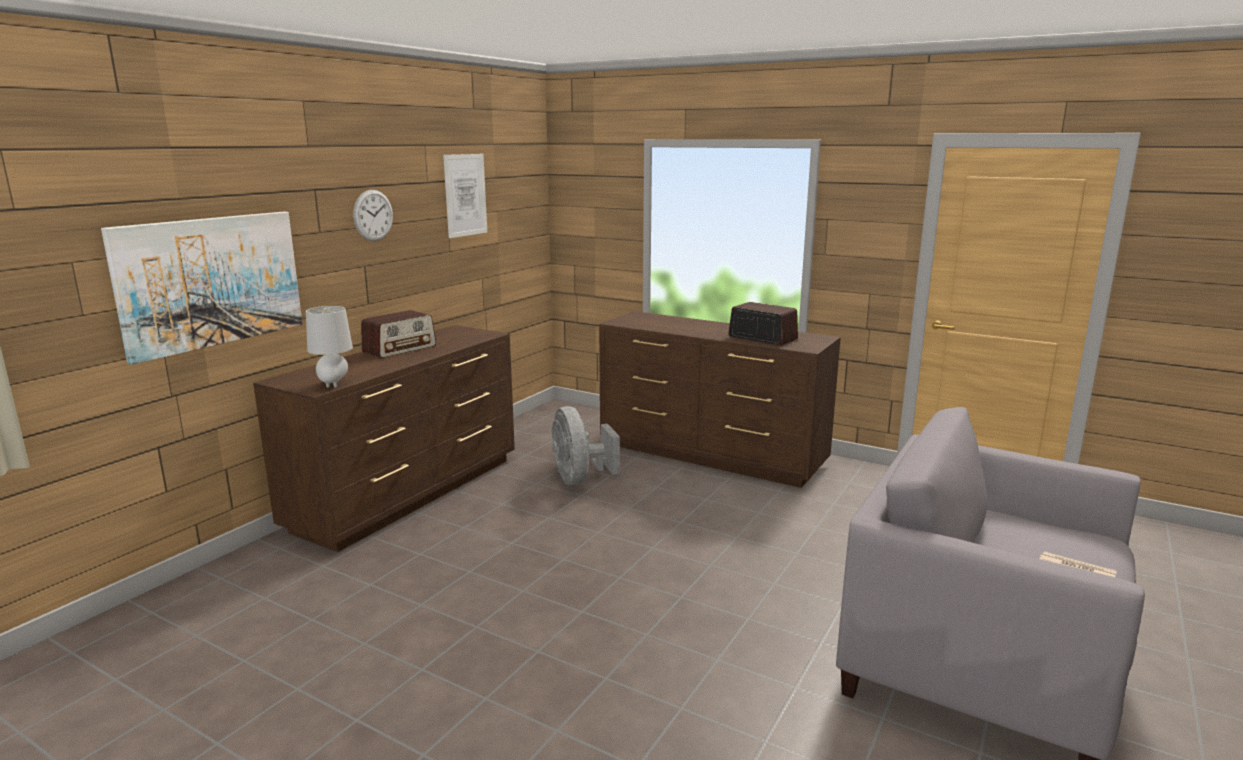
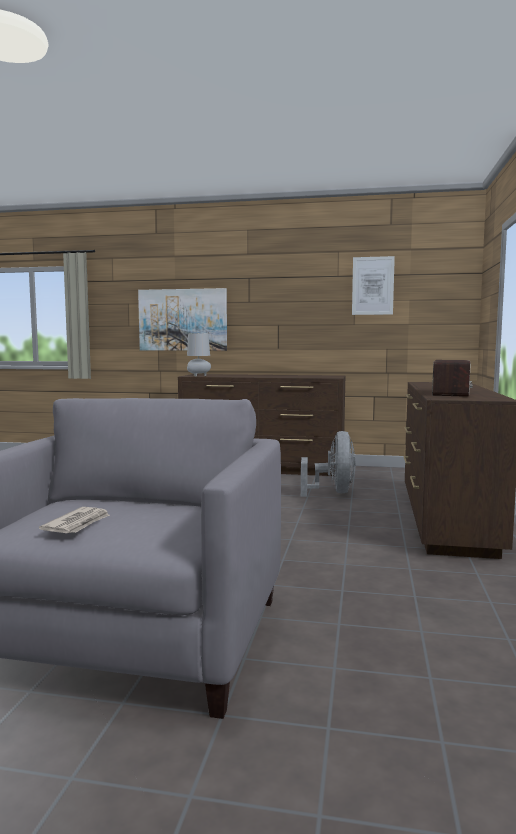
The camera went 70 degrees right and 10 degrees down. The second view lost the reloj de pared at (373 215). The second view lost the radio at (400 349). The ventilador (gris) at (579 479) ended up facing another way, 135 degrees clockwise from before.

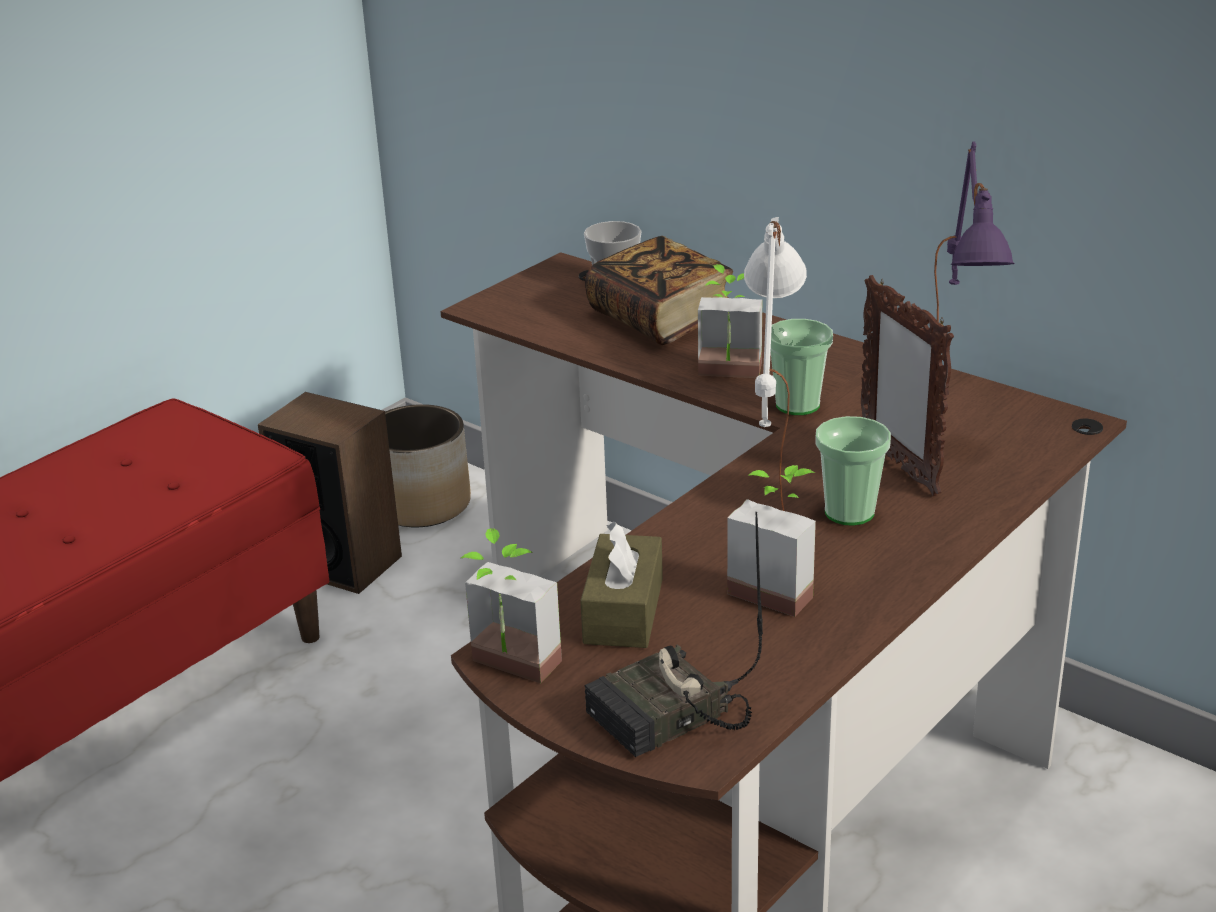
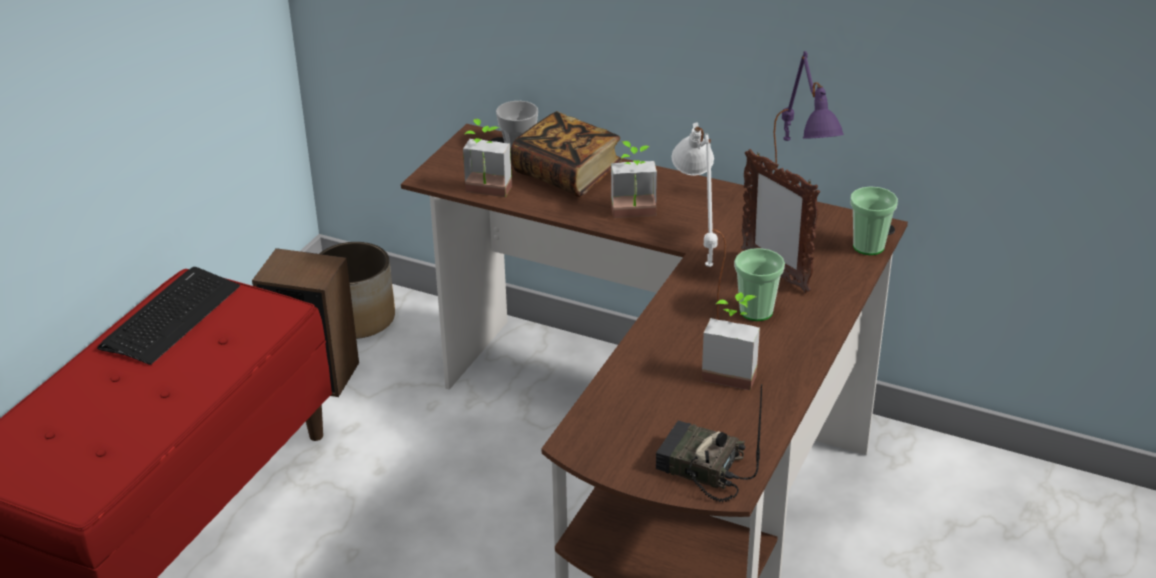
The camera went 15 degrees left and 5 degrees up. The second view lost the caja de pañuelos (marrón) at (623 611). The second view gained the teclado at (171 317). The planta en maceta ended up elsewhere, having gone from (507 670) to (486 194). The taza ended up elsewhere, having gone from (797 405) to (868 246). The radio at (668 718) ended up facing another way, 75 degrees clockwise from before.

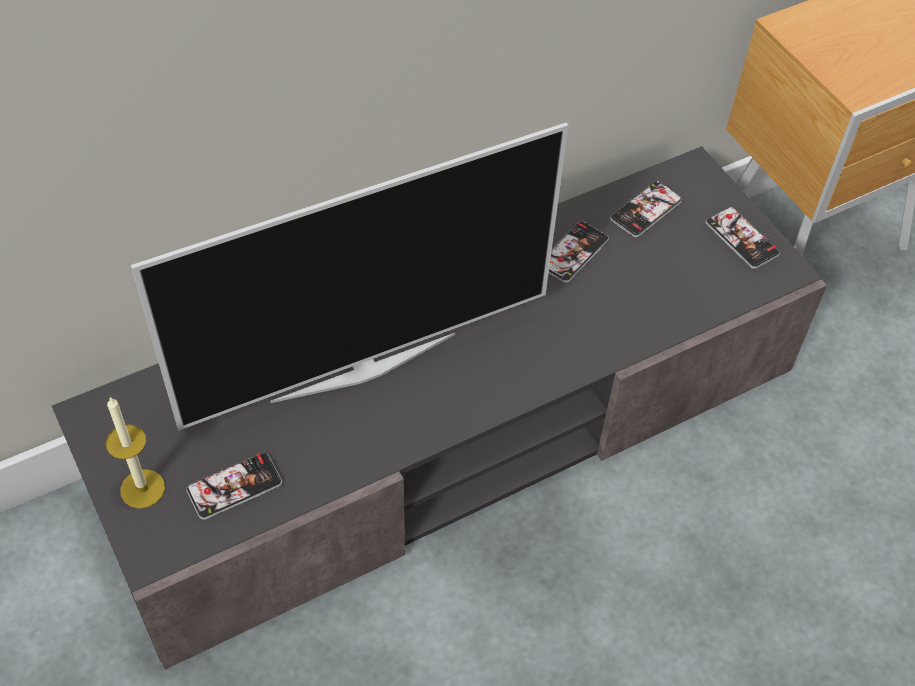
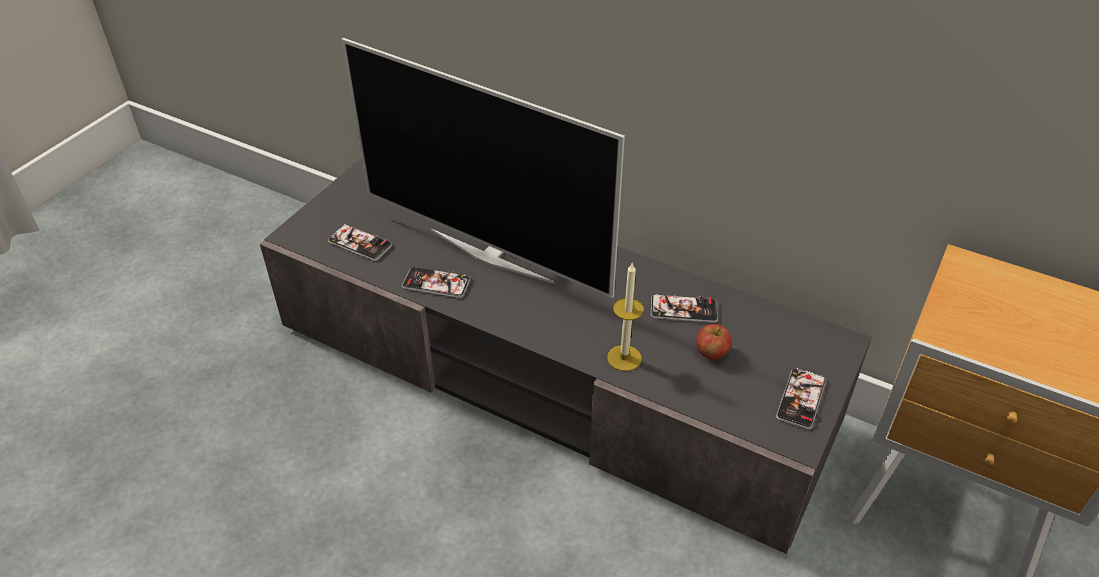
The camera went 60 degrees right and 10 degrees down. The second view gained the manzana at (711 353). The vela ended up elsewhere, having gone from (142 488) to (624 358). The móvil ended up elsewhere, having gone from (646 210) to (436 283).

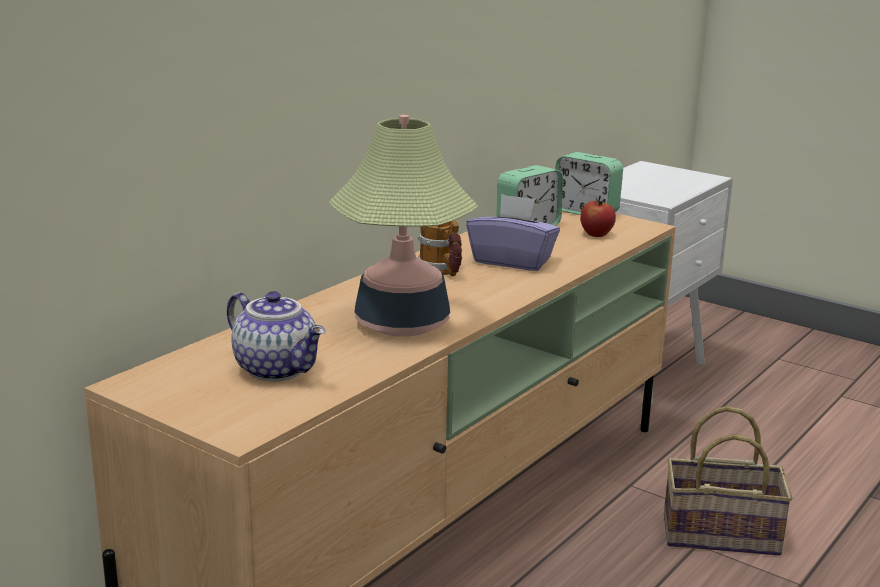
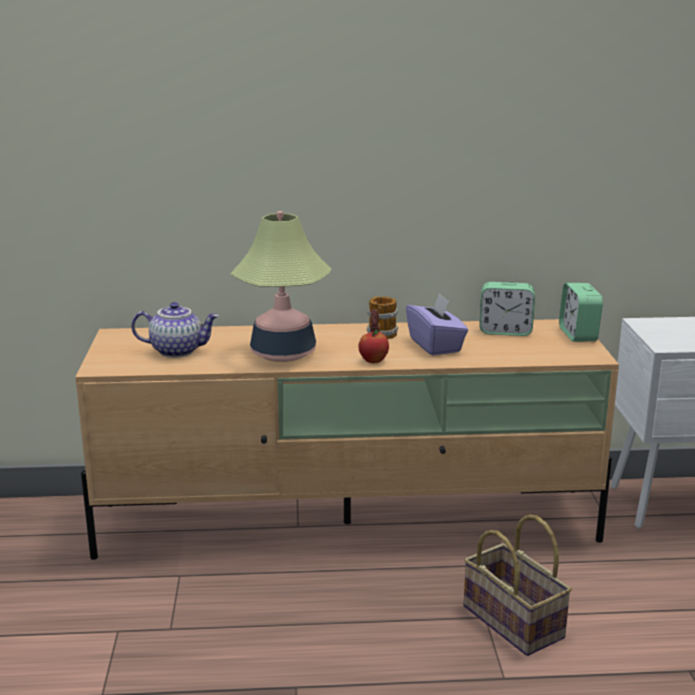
The camera went 50 degrees right and 0 degrees up. The manzana ended up elsewhere, having gone from (596 234) to (373 361). The tetera at (278 369) ended up facing another way, 90 degrees counterclockwise from before.

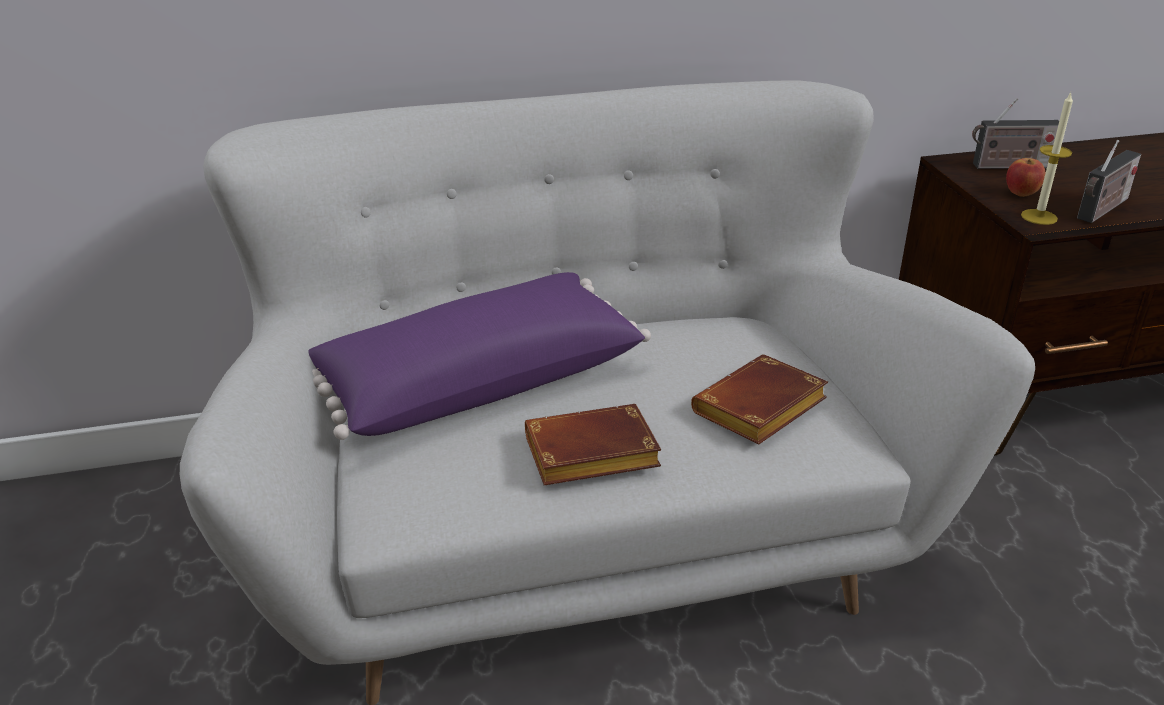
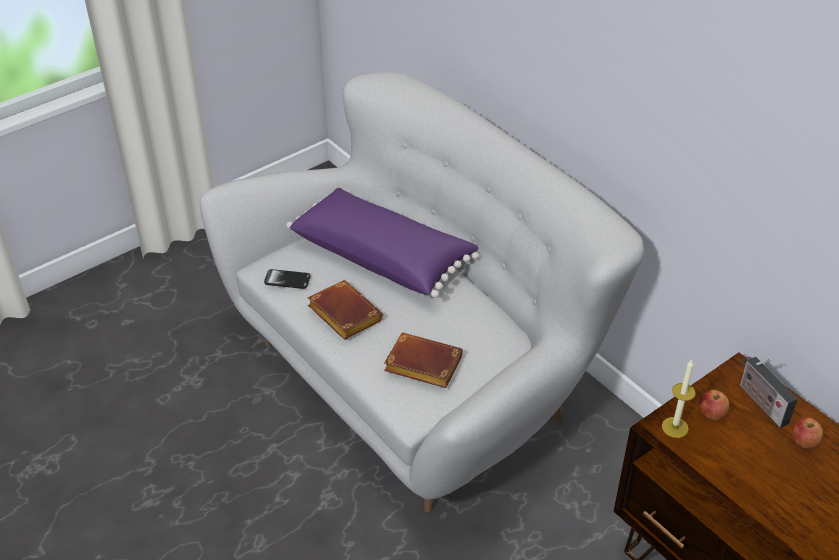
The camera went 65 degrees right and 10 degrees up. The second view lost the radio at (1102 210). The second view gained the móvil at (287 280). The second view gained the manzana at (803 442).

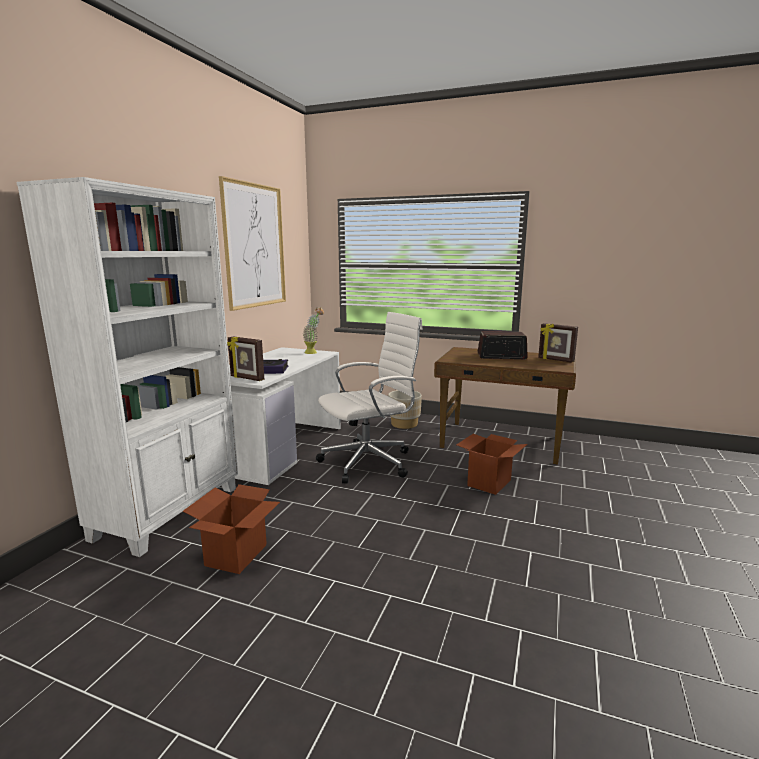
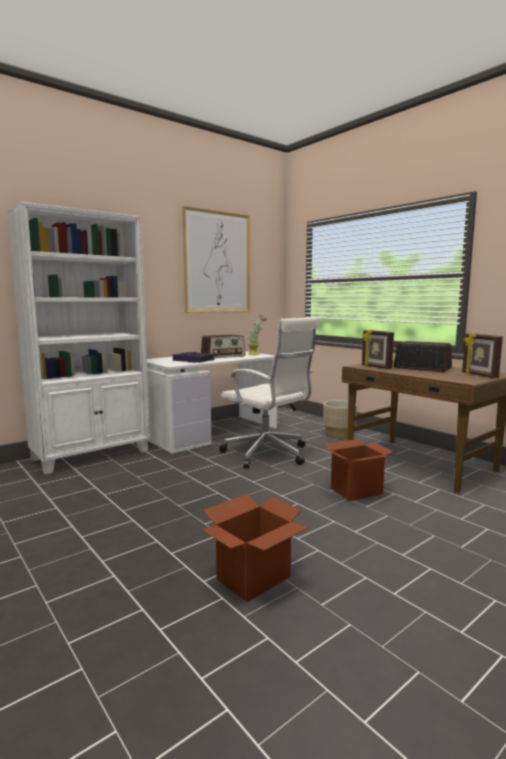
The camera went 30 degrees right and 5 degrees down. The second view gained the radio at (223 356). The caja de cartón ended up elsewhere, having gone from (236 555) to (253 578). The portarretratos ended up elsewhere, having gone from (246 378) to (375 367). The silla de oficina (blanco) at (369 462) ended up facing another way, 45 degrees clockwise from before.

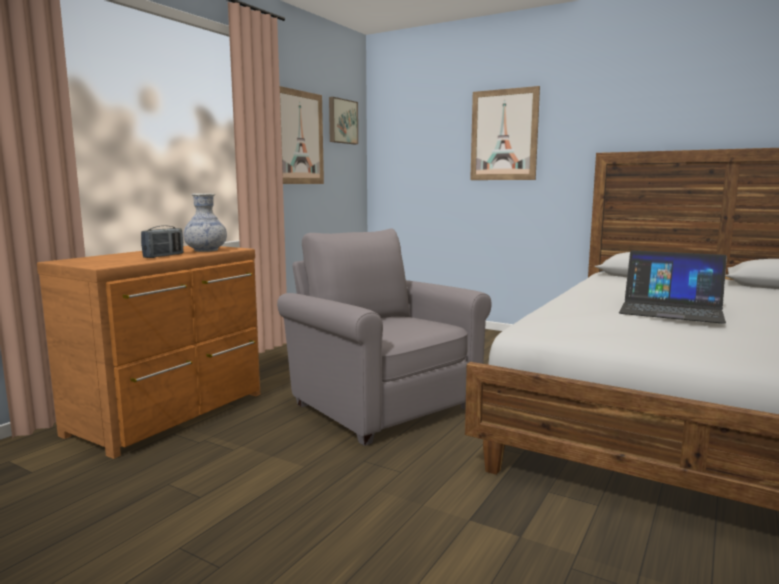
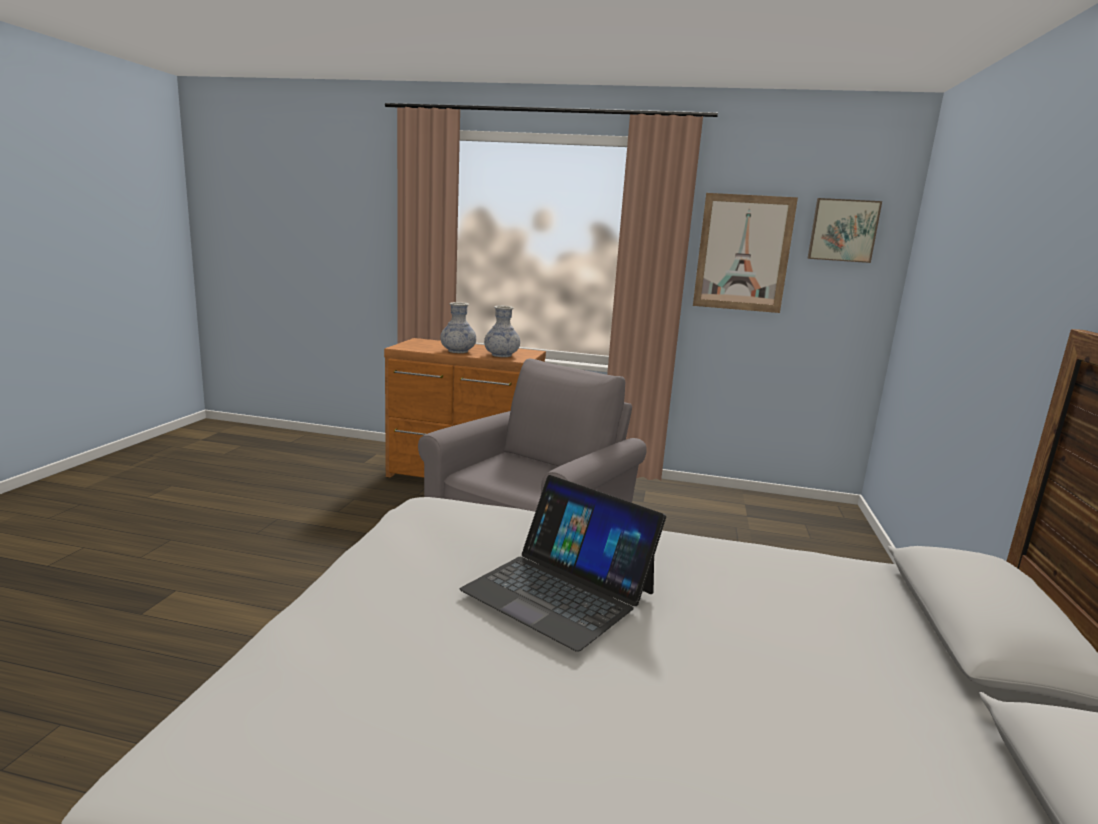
The camera went 70 degrees right and 5 degrees up. The second view lost the cuadro at (504 135). Where the radio stood at (164 256), the florero came to stand at (458 351). The portátil at (671 310) ended up facing another way, 60 degrees counterclockwise from before.

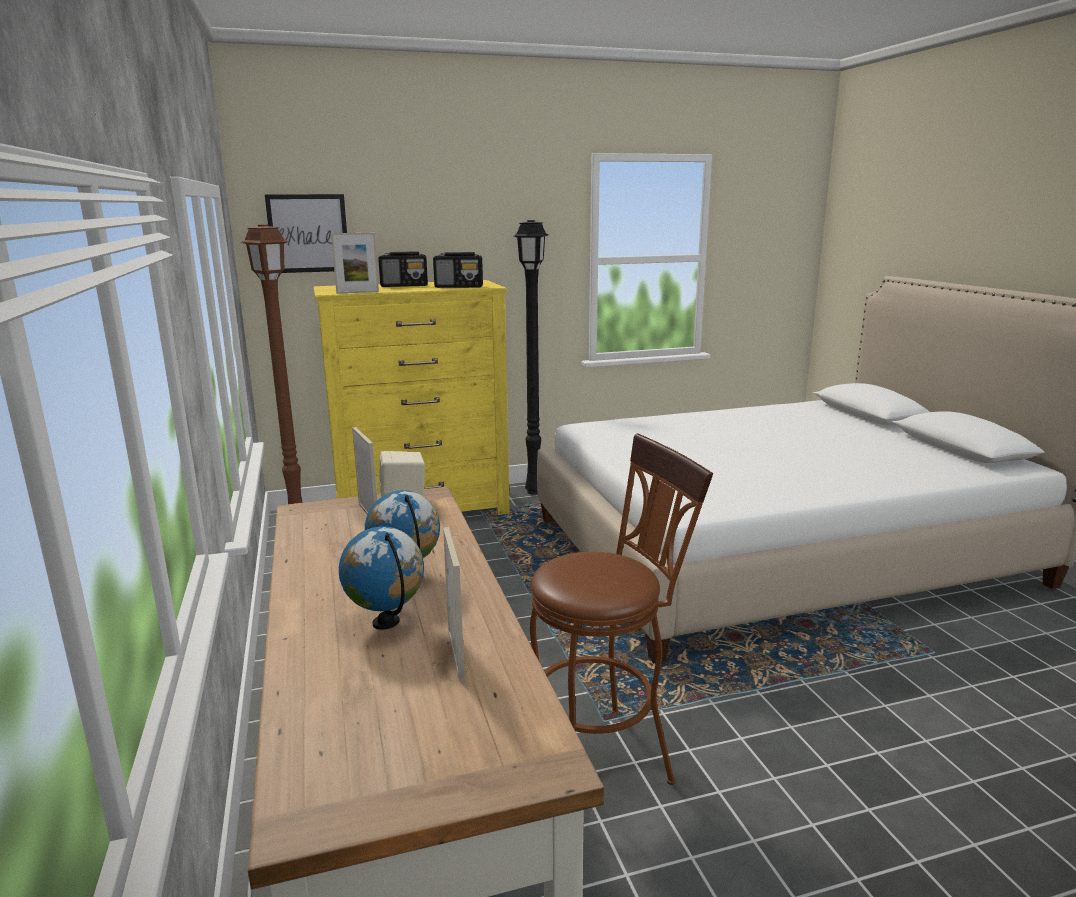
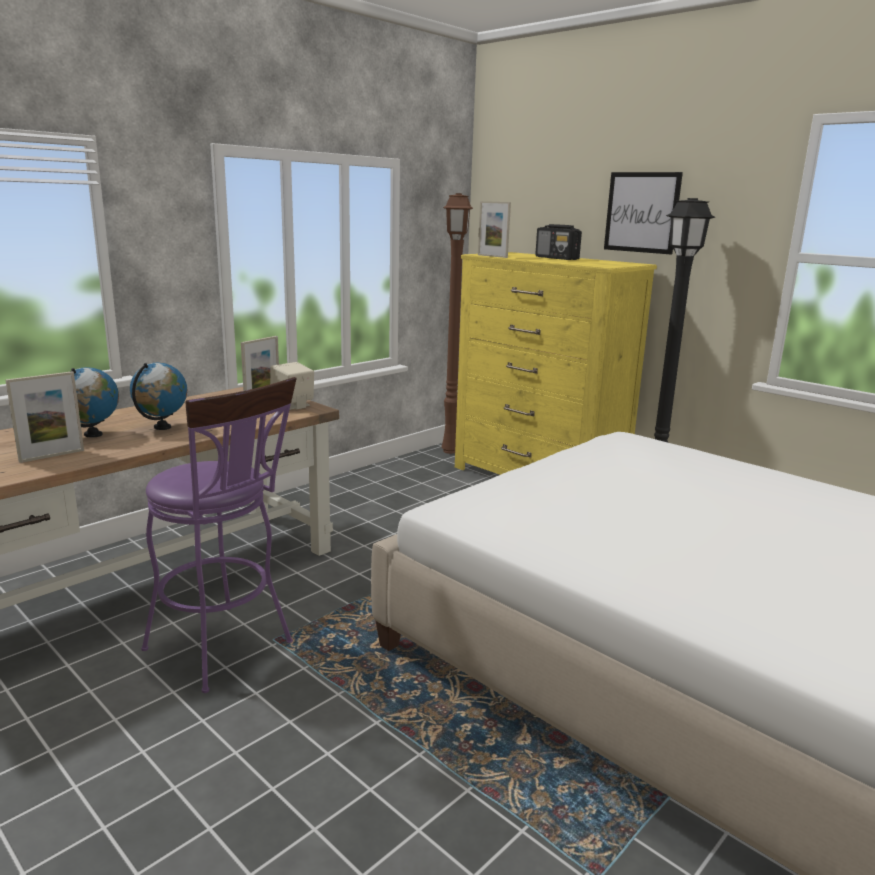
The camera went 60 degrees right and 0 degrees up. The second view lost the radio at (459 287). The cuadro ended up elsewhere, having gone from (308 233) to (641 212). What was the taburete (marrón) at (604 756) turned into the taburete (morado) at (226 650).

